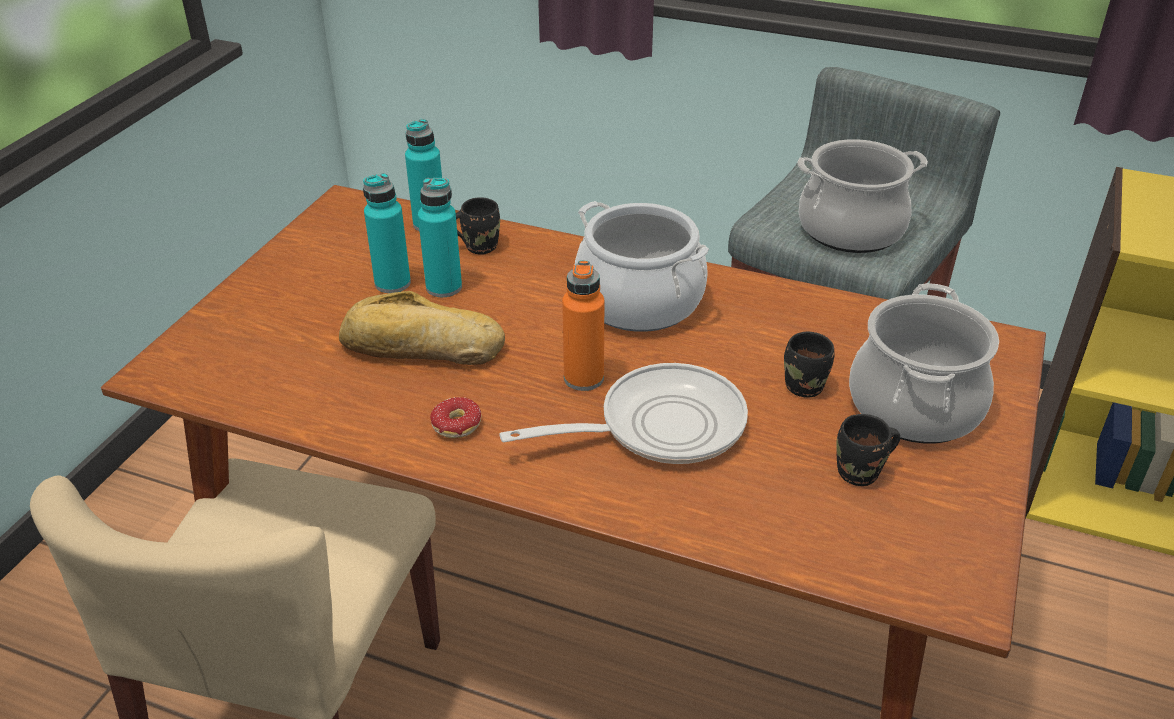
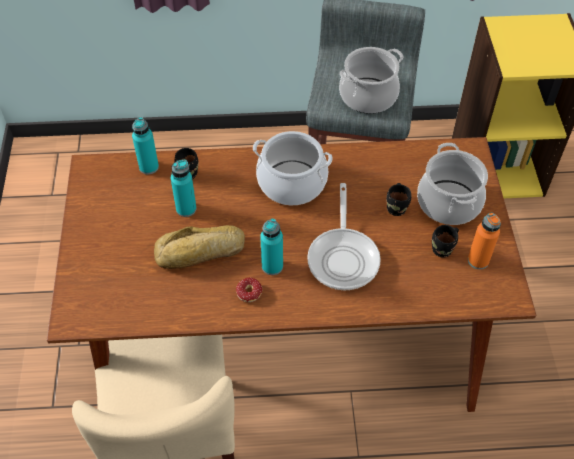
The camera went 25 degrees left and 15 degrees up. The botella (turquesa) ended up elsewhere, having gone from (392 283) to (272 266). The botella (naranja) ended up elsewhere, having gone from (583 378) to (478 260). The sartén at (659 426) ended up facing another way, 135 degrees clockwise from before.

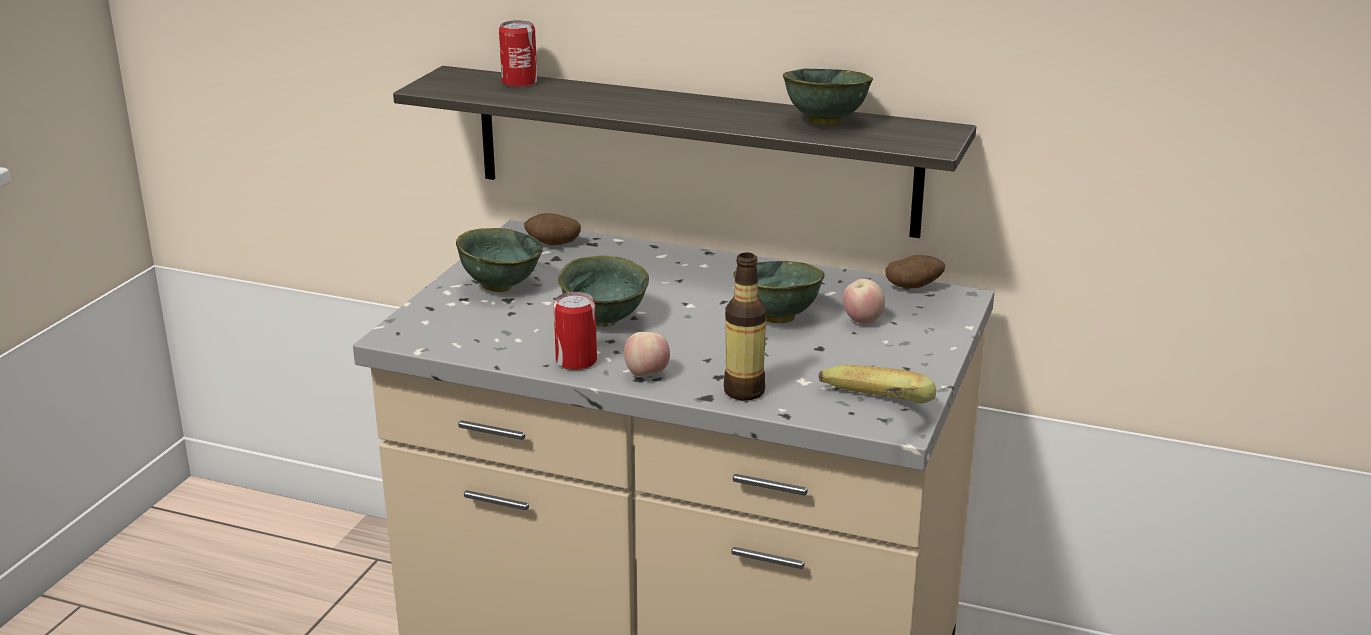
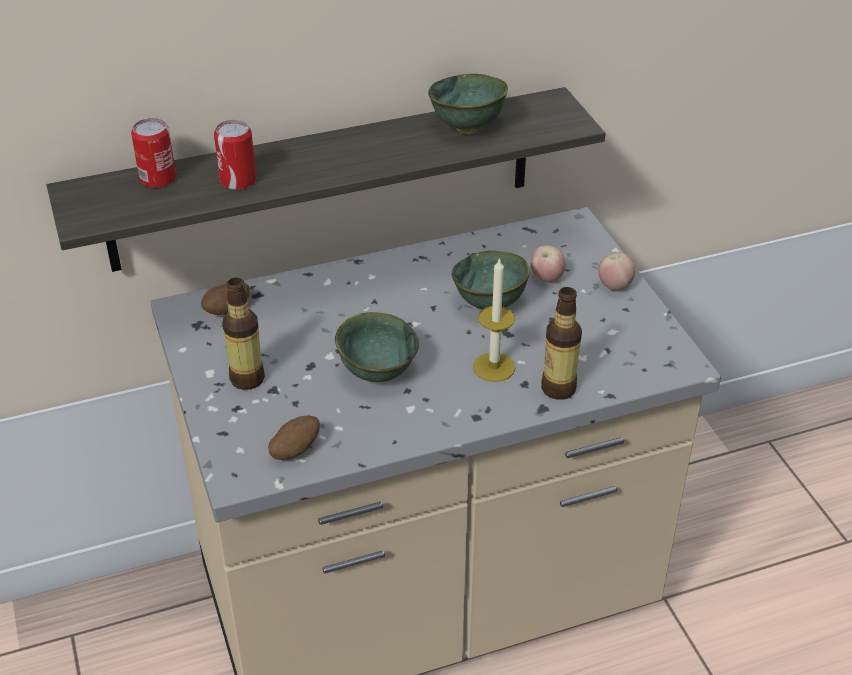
The camera went 40 degrees left and 15 degrees up. The second view lost the plátano at (870 415). The second view gained the vela at (494 367). The lata ended up elsewhere, having gone from (576 361) to (238 180). The manzana ended up elsewhere, having gone from (646 374) to (615 286). The patata ended up elsewhere, having gone from (913 287) to (295 450). Where the cuenco (verde) stood at (500 286), the botella came to stand at (247 379).

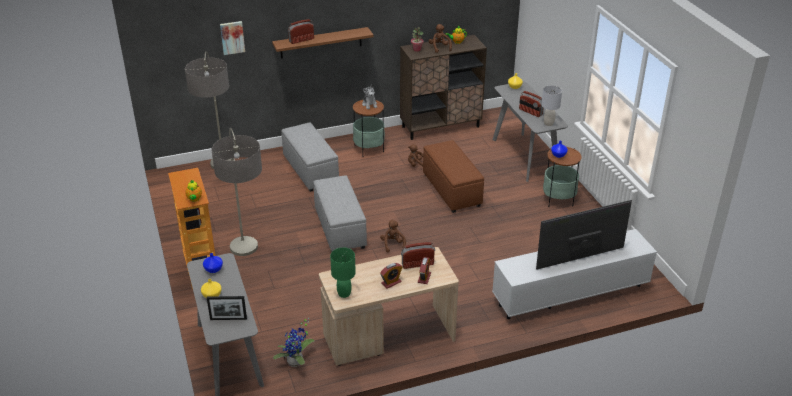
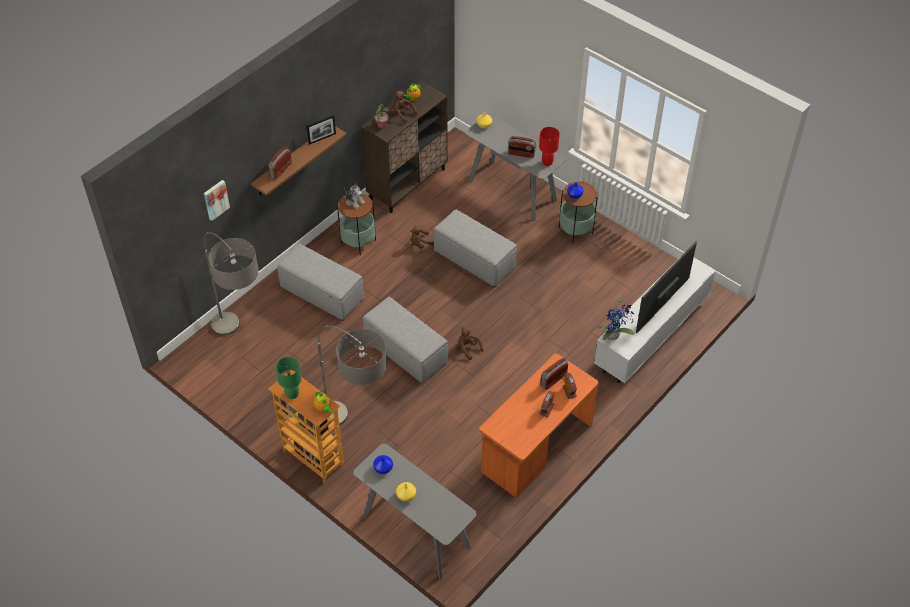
The camera went 30 degrees left and 15 degrees up. The portarretratos ended up elsewhere, having gone from (228 319) to (322 138). The planta en maceta ended up elsewhere, having gone from (296 363) to (614 335). The lámpara de mesa (verde) ended up elsewhere, having gone from (344 293) to (292 394). What was the escritorio (beis) at (388 336) turned into the escritorio (naranja) at (536 447). What was the puf (marrón) at (452 190) turned into the puf (gris) at (475 261). What was the lámpara de mesa (gris) at (548 123) turned into the lámpara de mesa (rojo) at (547 162).

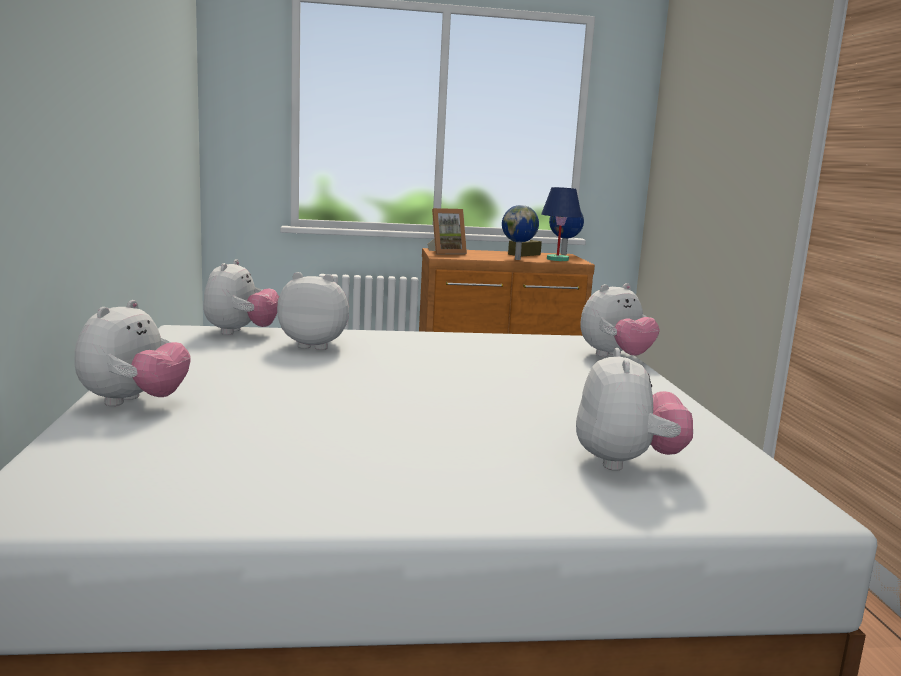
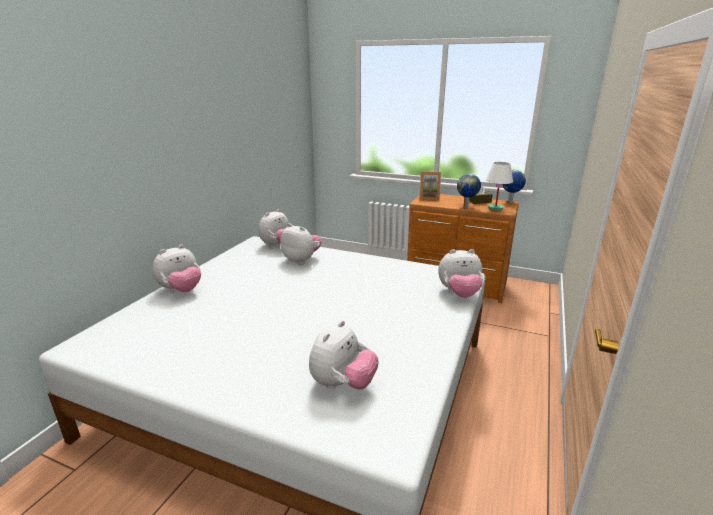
The camera went 30 degrees right and 10 degrees up. What was the lámpara de mesa (azul) at (558 259) turned into the lámpara de mesa (blanco) at (496 208).

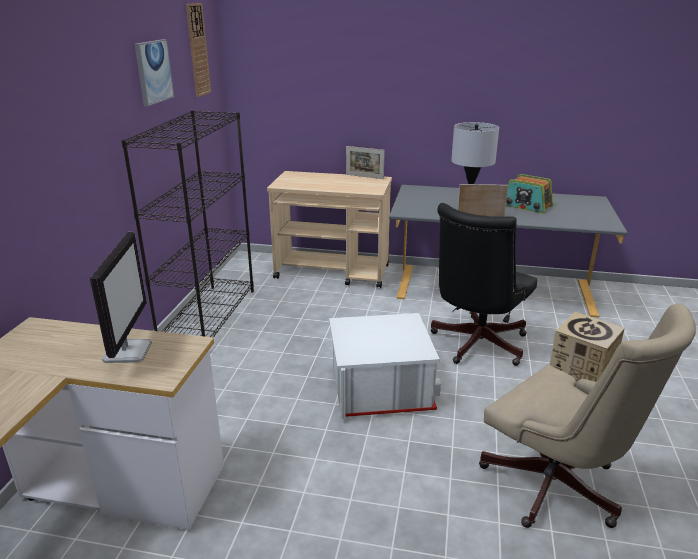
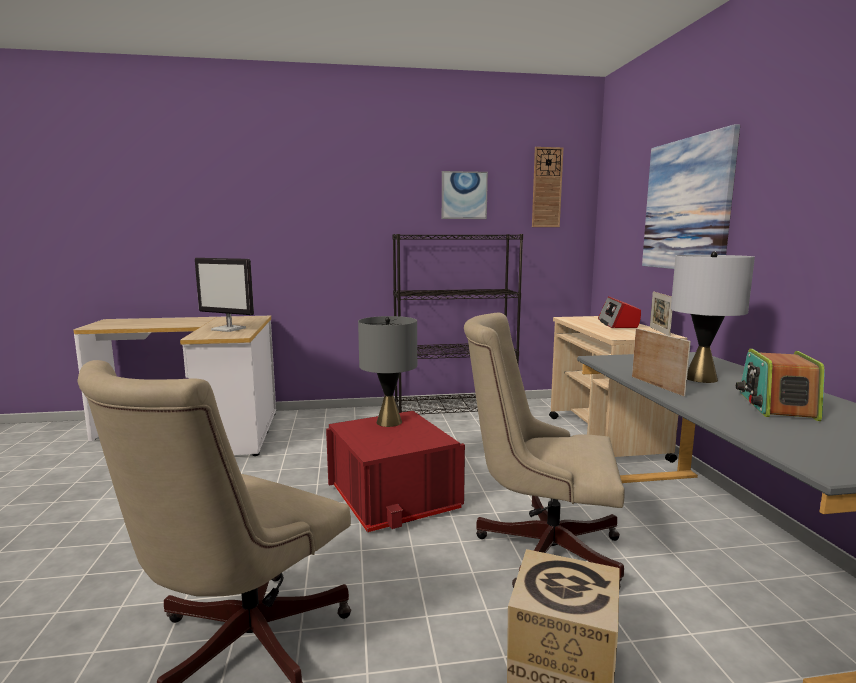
The camera went 70 degrees right and 15 degrees down. The second view gained the lámpara de mesa (gris) at (389 422). The second view gained the radio at (618 323). The second view gained the cuadro at (687 205). What was the caja de almacenaje (blanco) at (380 389) turned into the caja de almacenaje (rojo) at (394 498). What was the silla de oficina (negro) at (475 345) turned into the silla de oficina (beis) at (540 548). The monitor at (127 351) ended up facing another way, 45 degrees clockwise from before.

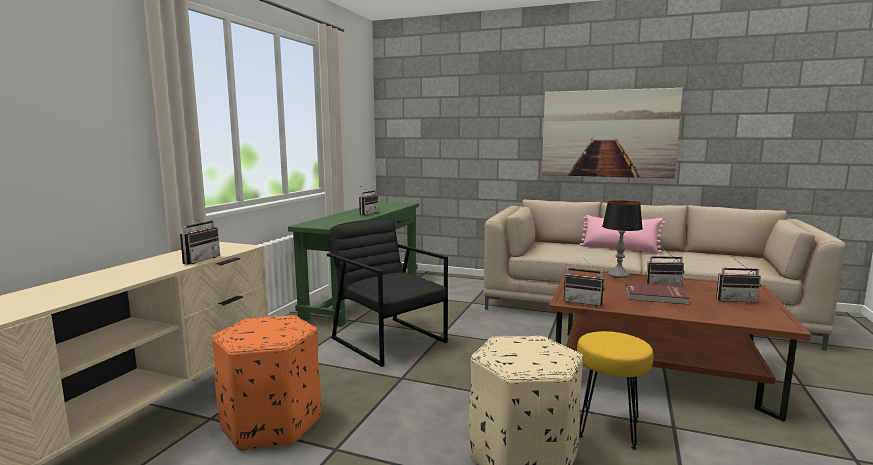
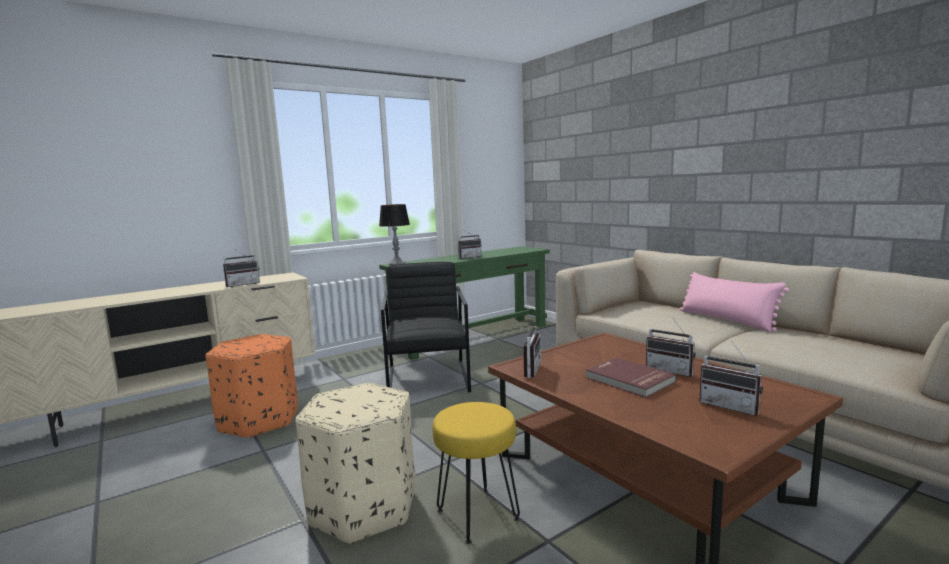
The camera went 35 degrees right and 0 degrees up. The second view lost the cuadro at (608 133). The lámpara de mesa ended up elsewhere, having gone from (618 275) to (397 264). The radio at (583 302) ended up facing another way, 135 degrees counterclockwise from before.

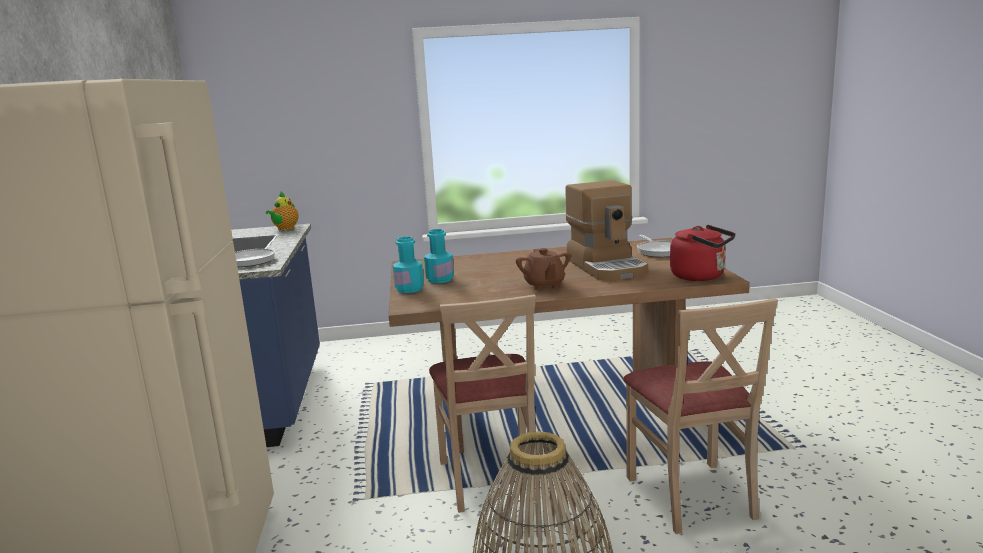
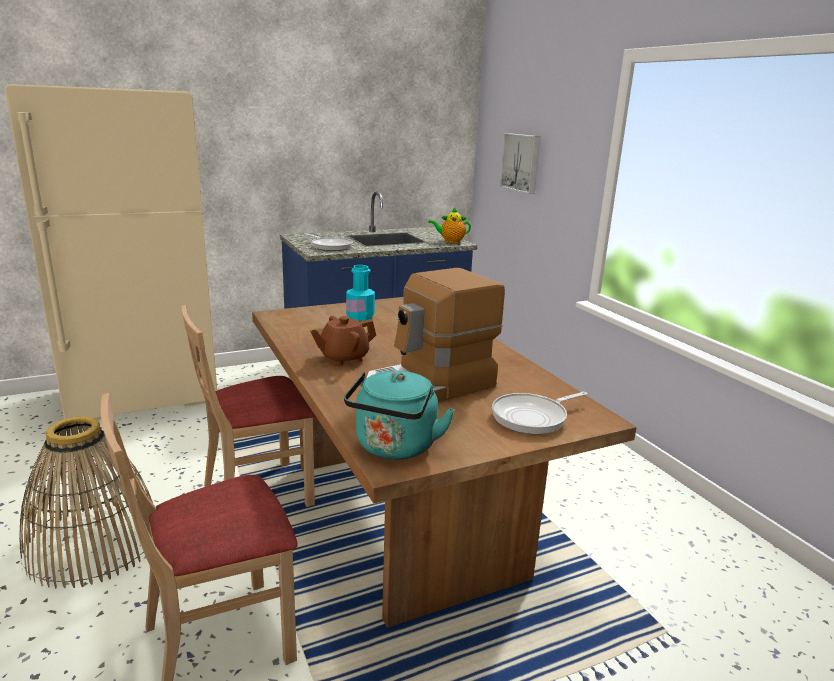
The camera went 70 degrees right and 5 degrees up. The second view lost the botella (turquesa) at (409 289). The second view gained the cuadro at (521 162). What was the hervidor (rojo) at (701 276) turned into the hervidor (turquesa) at (394 448).

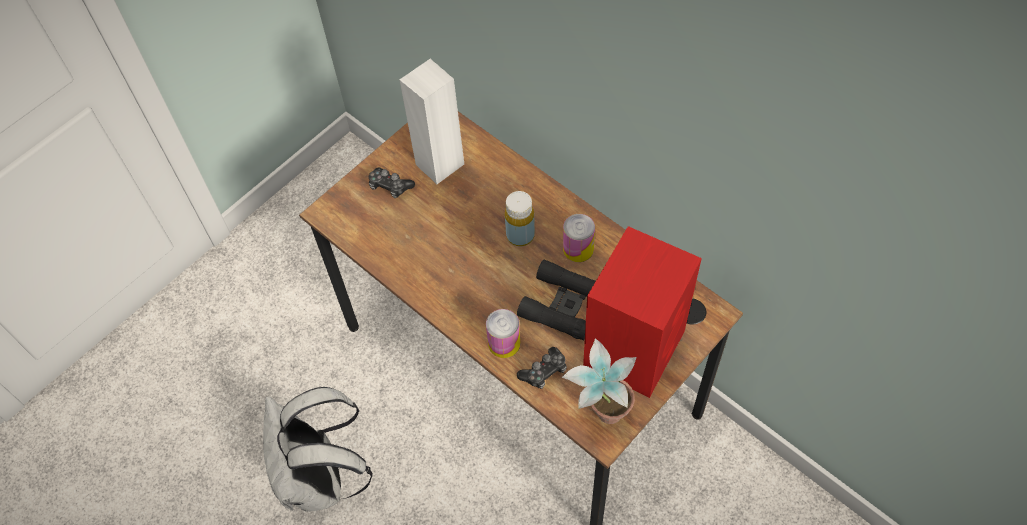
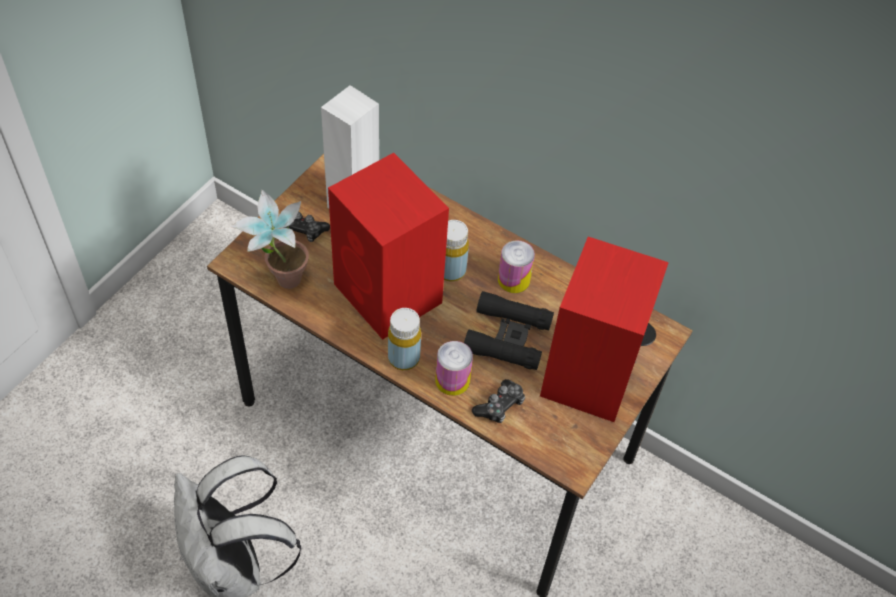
The camera went 15 degrees left and 5 degrees down. The second view gained the altavoz (rojo) at (389 295). The second view gained the botella (amarillo) at (403 358). The planta en maceta ended up elsewhere, having gone from (600 415) to (280 282).

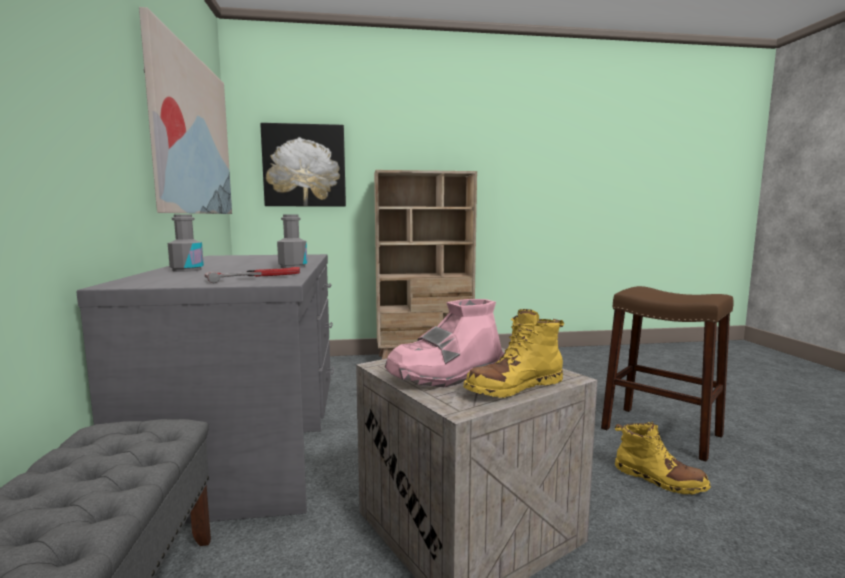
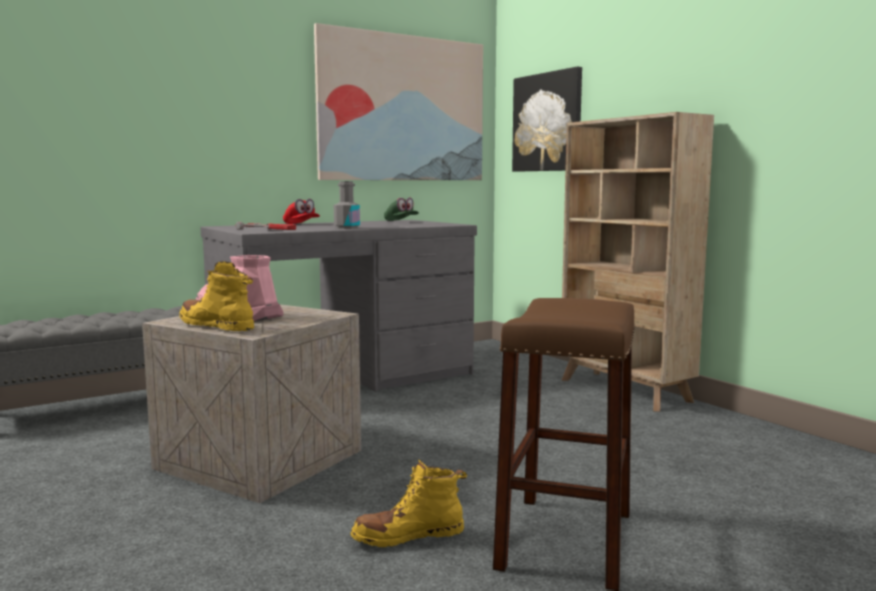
The camera went 65 degrees right and 0 degrees up. The second view gained the gorra (verde) at (401 221). Where the botella (gris) stood at (187 270), the gorra (rojo) came to stand at (301 224). The bota (amarillo) at (659 479) ended up facing another way, 60 degrees clockwise from before.

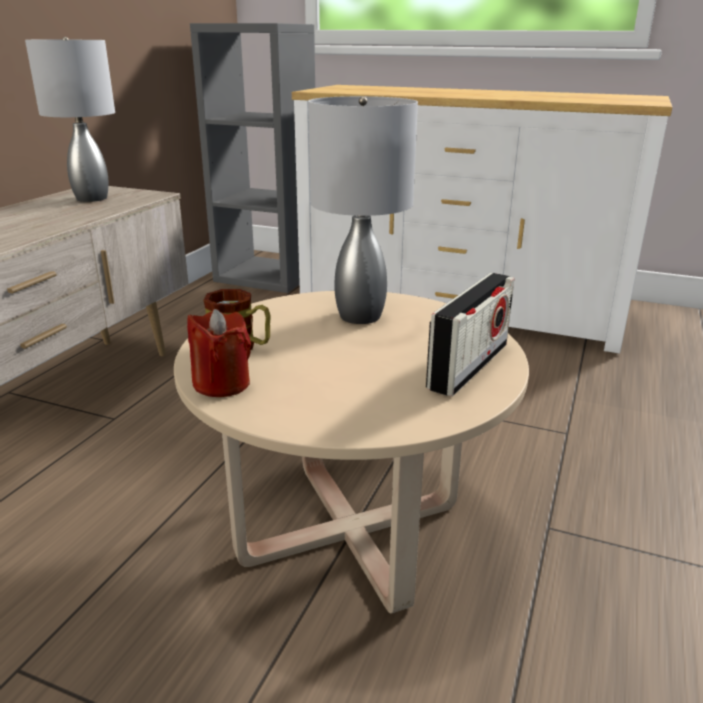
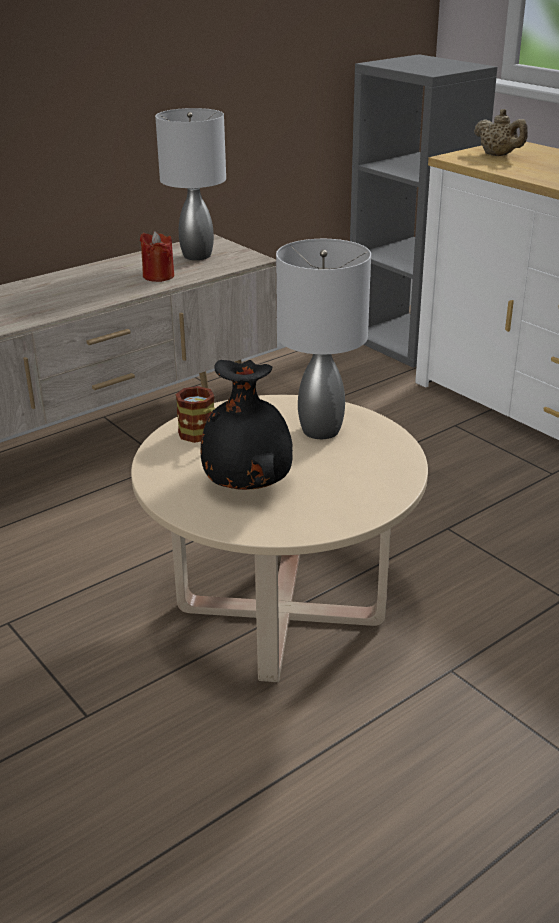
The camera went 30 degrees right and 5 degrees up. The second view lost the radio at (468 366). The second view gained the florero (negro) at (249 484). The second view gained the tetera (beis) at (498 155). The vela (rojo) ended up elsewhere, having gone from (221 384) to (158 276).

